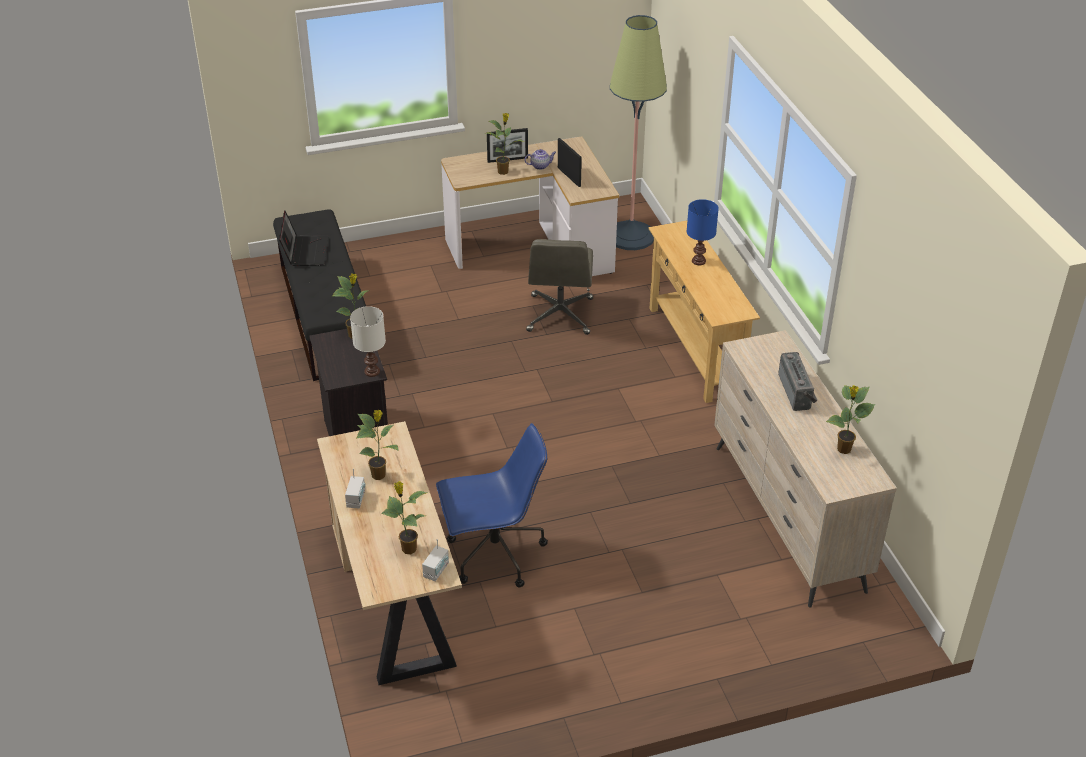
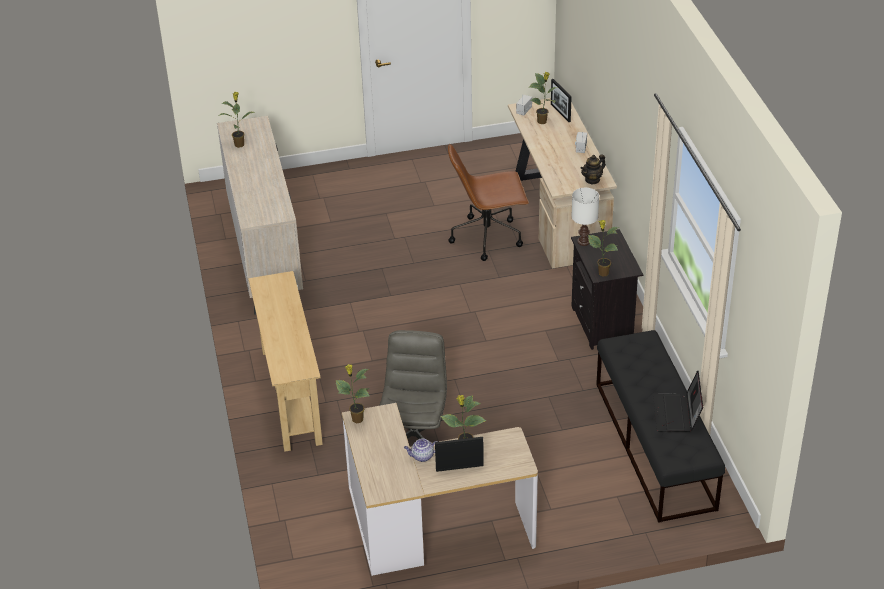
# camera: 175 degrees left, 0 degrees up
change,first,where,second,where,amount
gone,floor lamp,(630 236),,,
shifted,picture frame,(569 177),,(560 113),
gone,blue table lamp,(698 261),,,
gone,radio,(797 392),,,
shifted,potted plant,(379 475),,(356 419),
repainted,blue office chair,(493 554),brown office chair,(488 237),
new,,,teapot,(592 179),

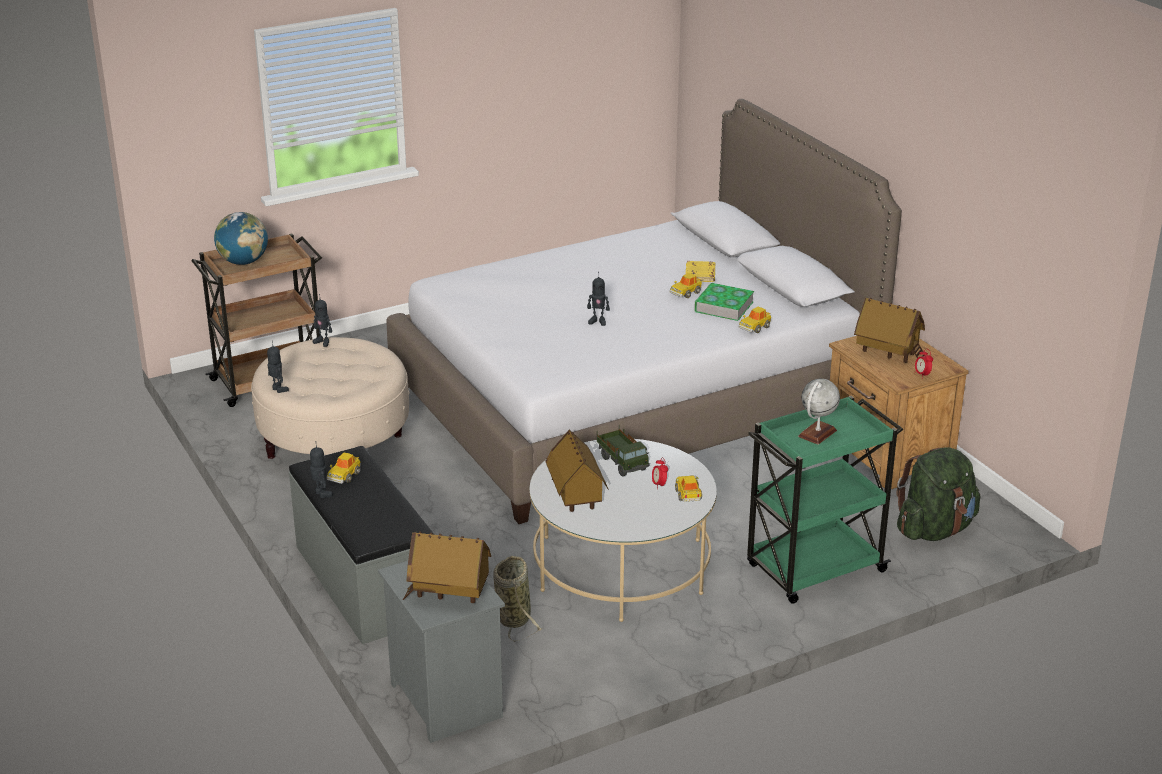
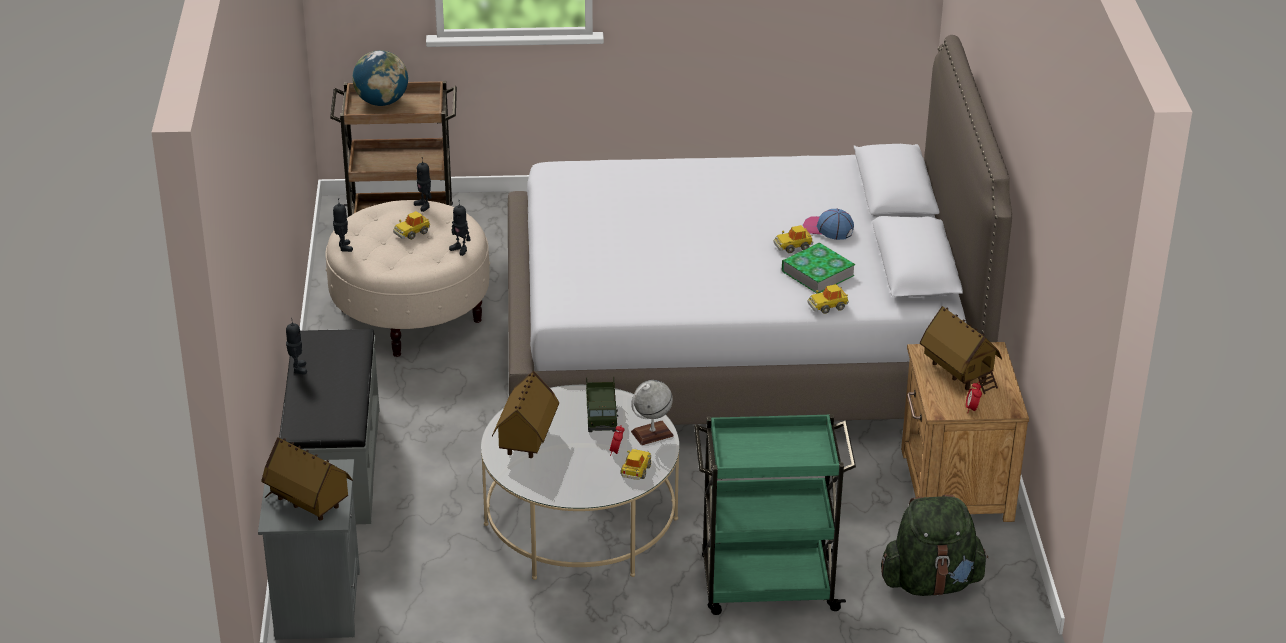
# camera: 25 degrees right, 5 degrees up
change,first,where,second,where,amount
swapped,yellow book,(701 275),cap,(828 229),
shifted,toy robot,(598 321),,(460 249),
shifted,globe,(817 433),,(652 434),
shifted,toy car,(344 475),,(412 232),
gone,basket,(513 616),,,

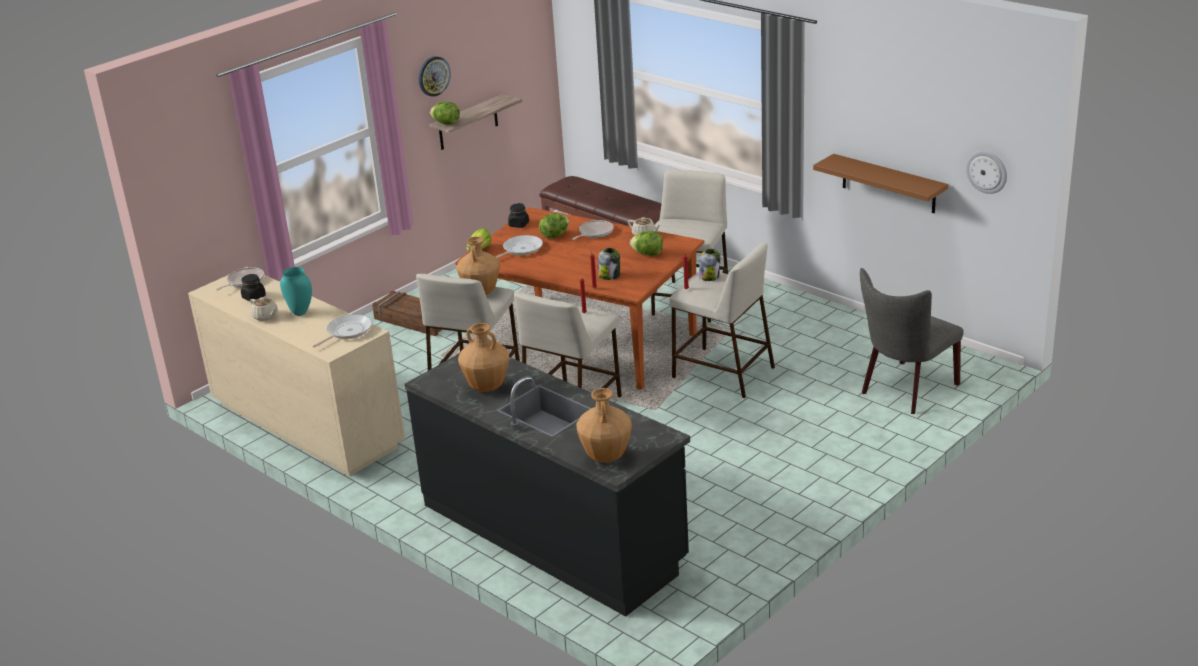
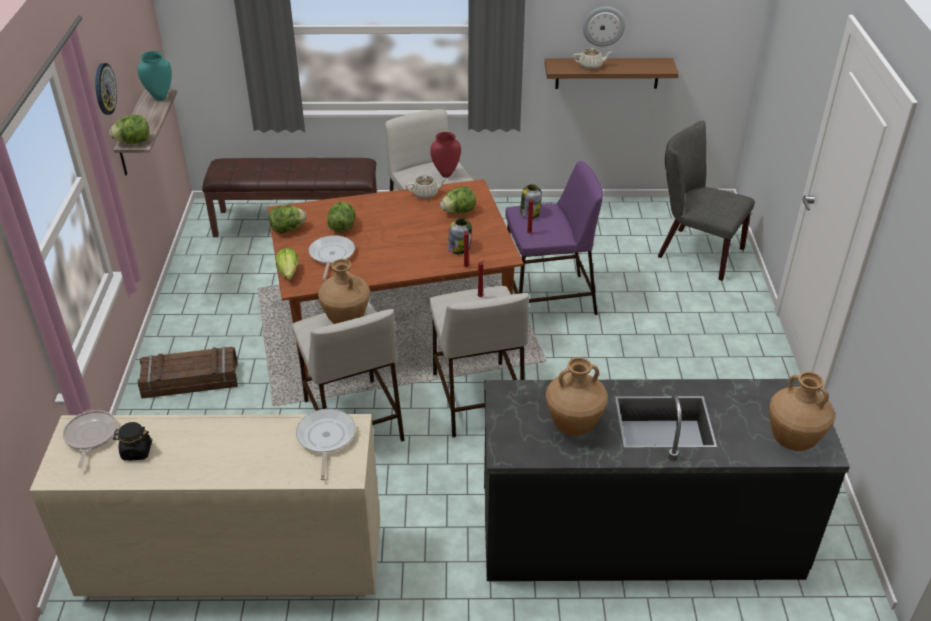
# camera: 45 degrees left, 10 degrees up
change,first,where,second,where,amount
shifted,wall clock,(987 171),,(603 26),
swapped,black jar,(519 225),lettuce,(287 229),
gone,frying pan,(594 233),,,
repainted,beige stool,(722 372),purple stool,(548 299),
shifted,turquoise vase,(301 312),,(160 97),
rotated,grey chair,(905 390),,(694 251),120 degrees clockwise
shifted,beige teapot,(265 317),,(591 66),
new,,,red vase,(446 175),

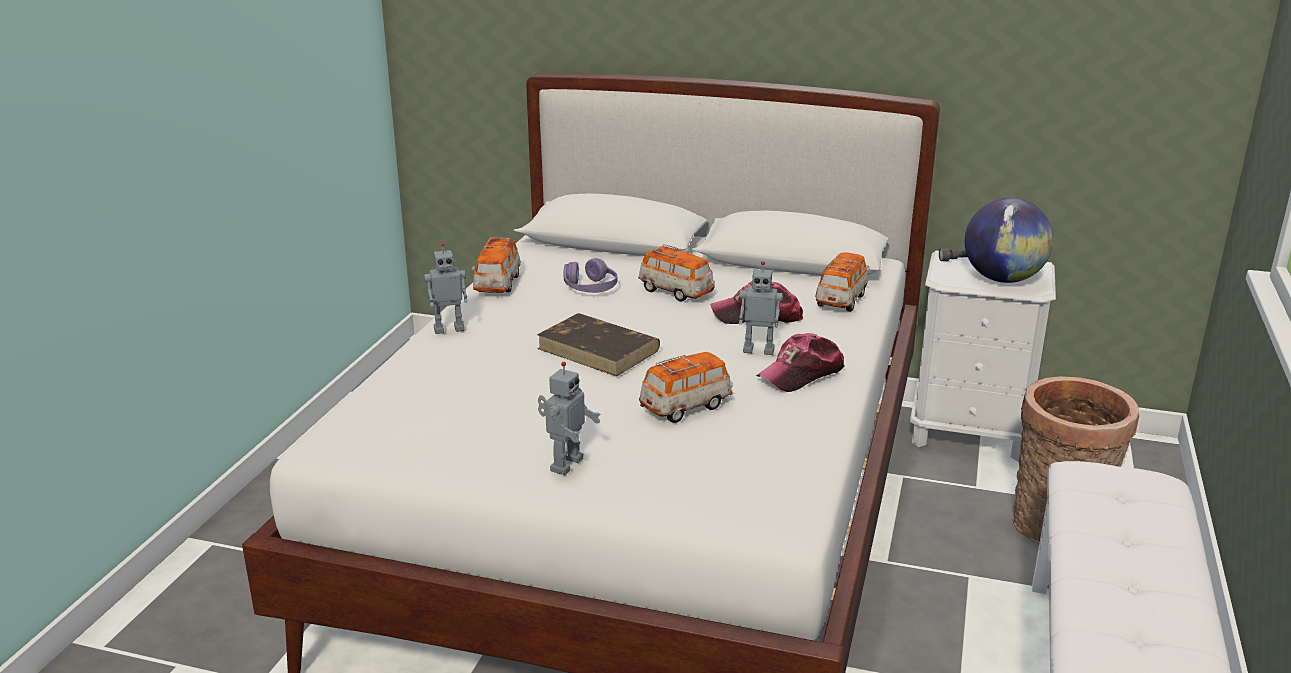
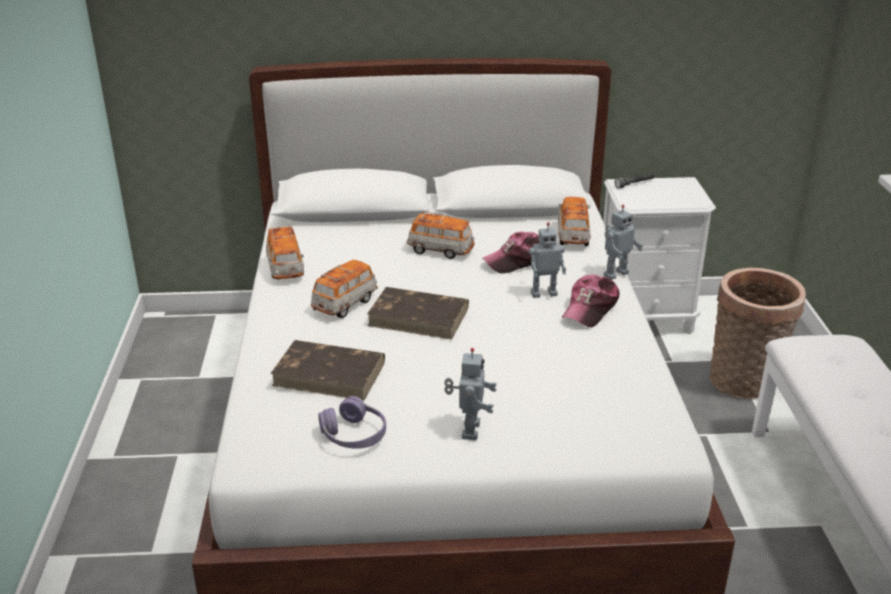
# camera: 20 degrees left, 5 degrees up
change,first,where,second,where,amount
gone,globe,(1003 279),,,
shifted,toy robot,(449 329),,(615 274),
shifted,purple headphones,(590 288),,(354 435),
shifted,toy car,(686 407),,(345 304),
new,,,brown book,(330 374),

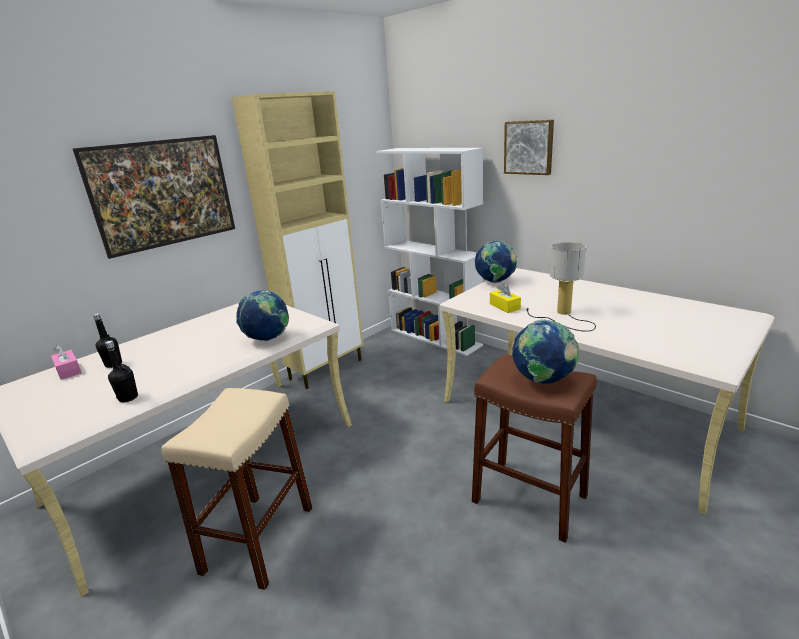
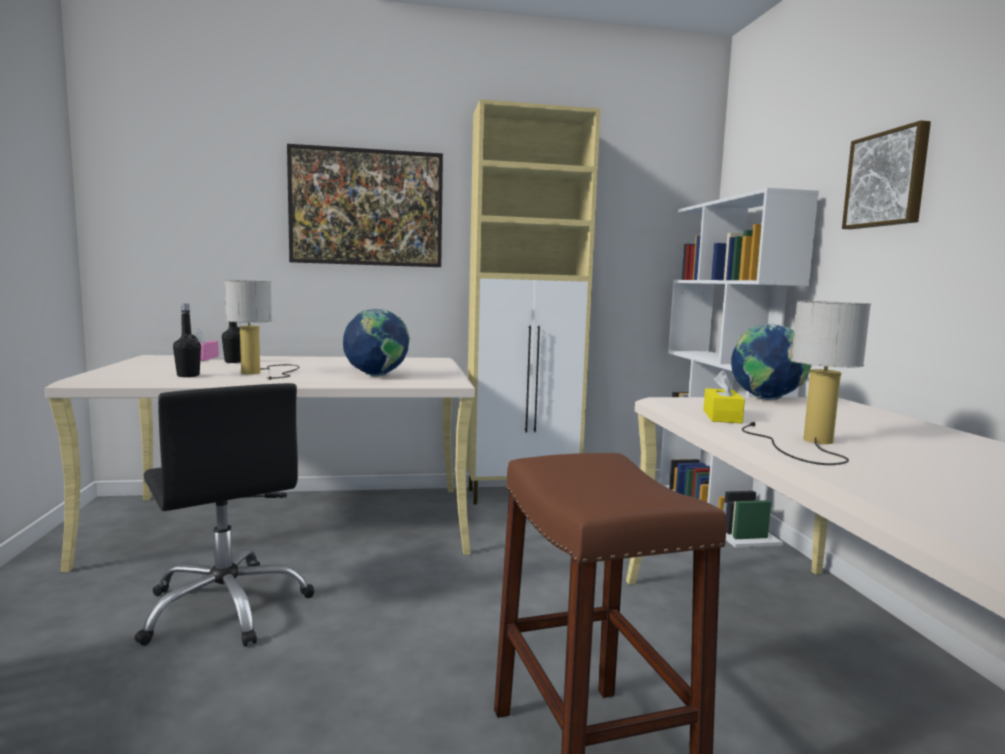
# camera: 35 degrees right, 15 degrees down
change,first,where,second,where,amount
gone,globe,(543 381),,,
swapped,beige stool,(258 539),black office chair,(226 607),
new,,,table lamp,(263 372),

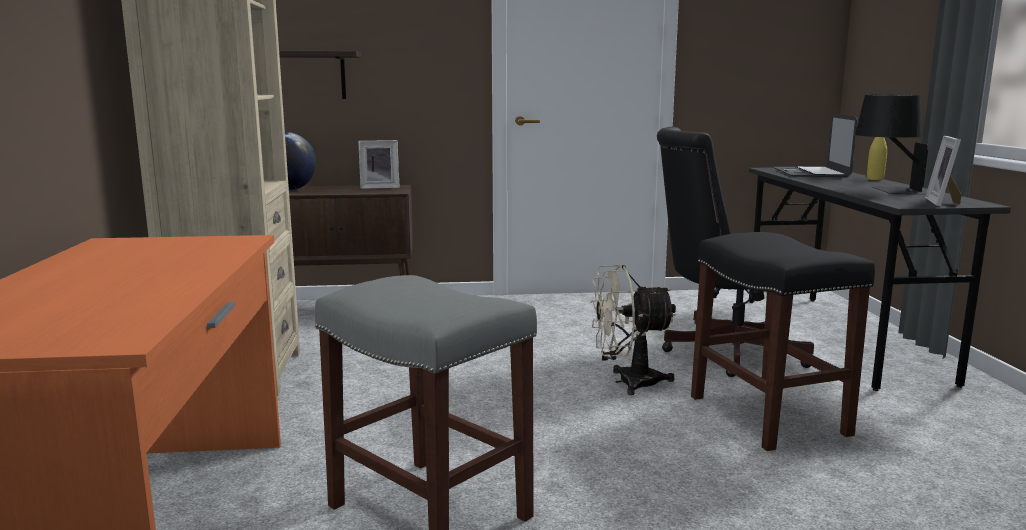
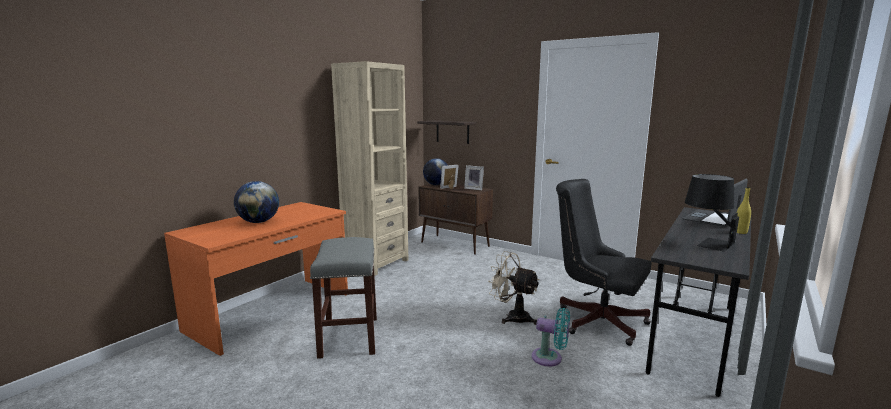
# camera: 40 degrees right, 0 degrees up
change,first,where,second,where,amount
shifted,picture frame,(943 202),,(450 188),
swapped,black stool,(765 414),turquoise fan,(550 358),
new,,,globe,(258 222),

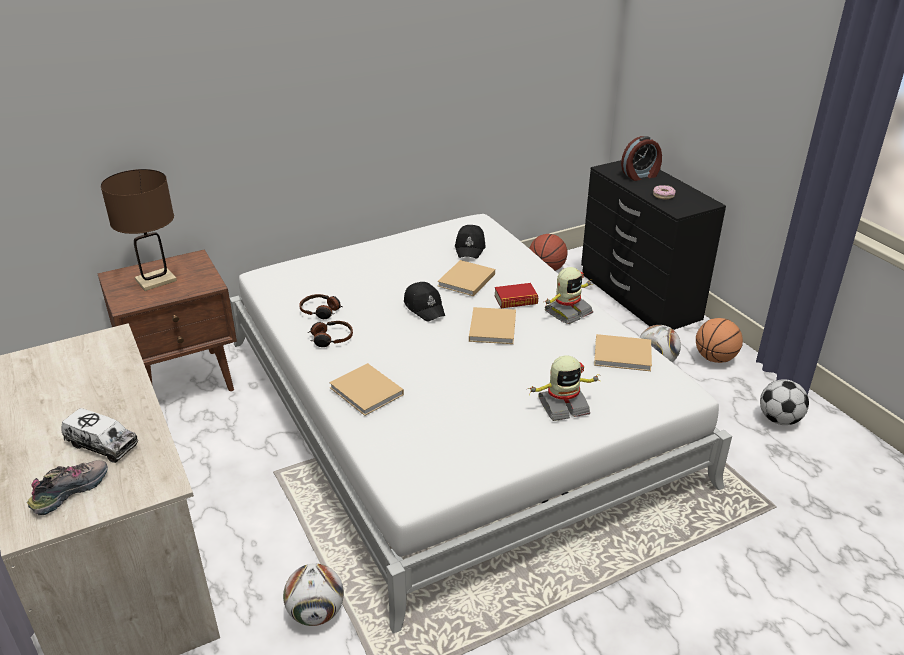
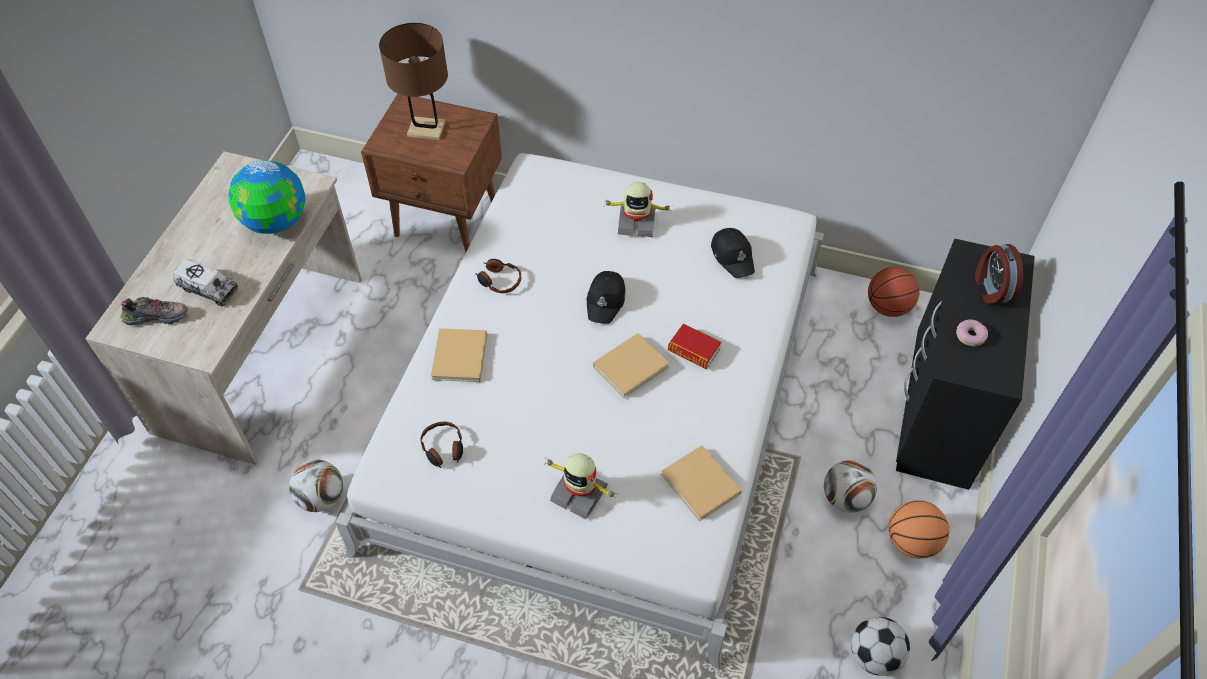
# camera: 45 degrees right, 20 degrees up
change,first,where,second,where,amount
rotated,alarm clock,(640 175),,(991 288),60 degrees clockwise
rotated,black cap,(470 248),,(733 256),75 degrees counterclockwise
gone,beige book,(465 281),,,
shifted,toy robot,(567 312),,(636 222),
shifted,headphones,(321 311),,(443 448),
rotated,toy truck,(102 445),,(208 289),45 degrees counterclockwise
new,,,globe,(276 222),

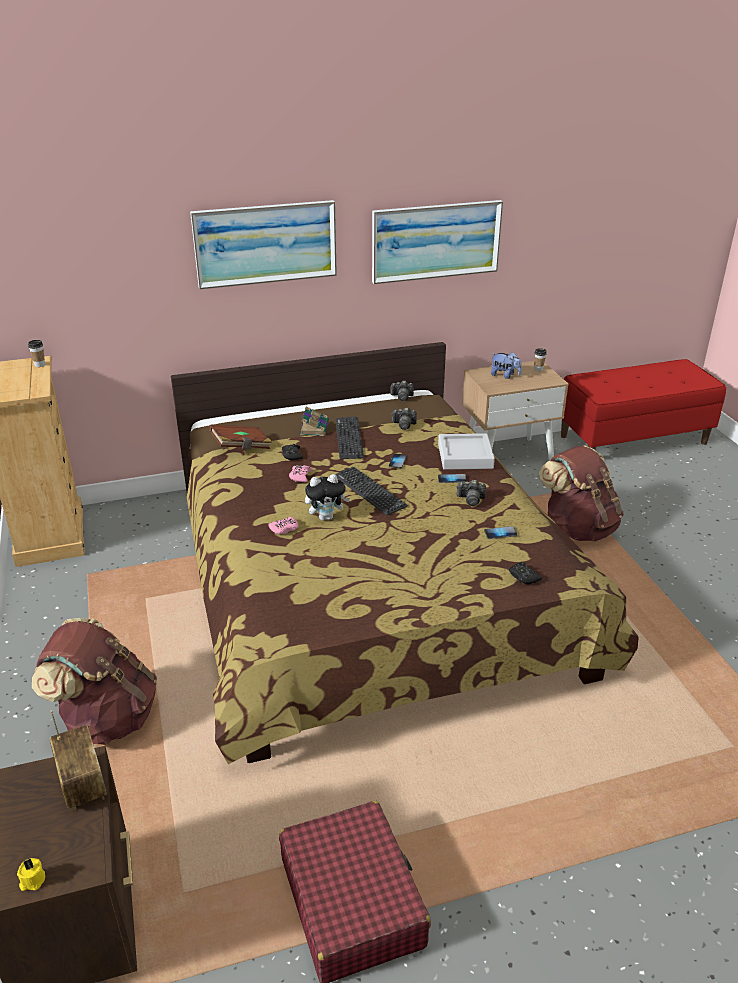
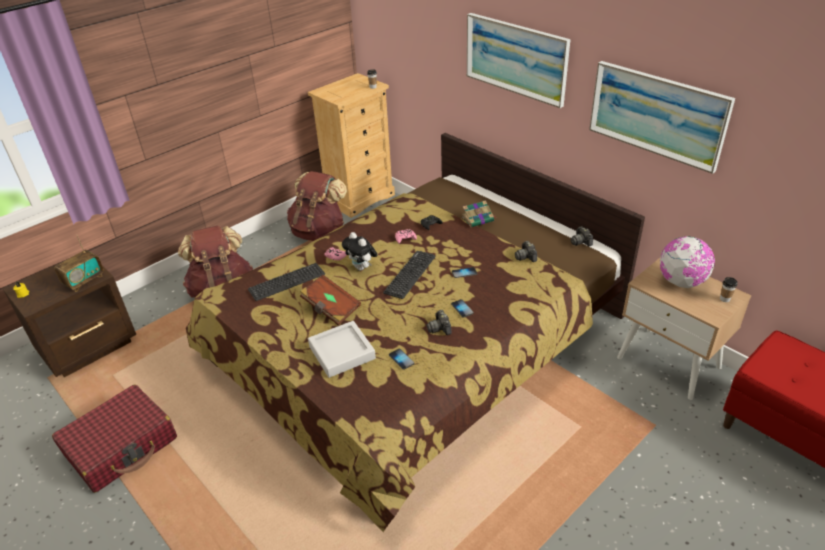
# camera: 65 degrees right, 5 degrees up
change,first,where,second,where,amount
swapped,plush toy,(505 375),globe,(681 282),
shifted,keyboard,(349 438),,(287 282),
shifted,brown book,(241 447),,(331 308),
shifted,grey tray,(465 456),,(342 352),
shifted,brown backpack,(577 528),,(319 231),
gone,black game controller,(523 577),,,

